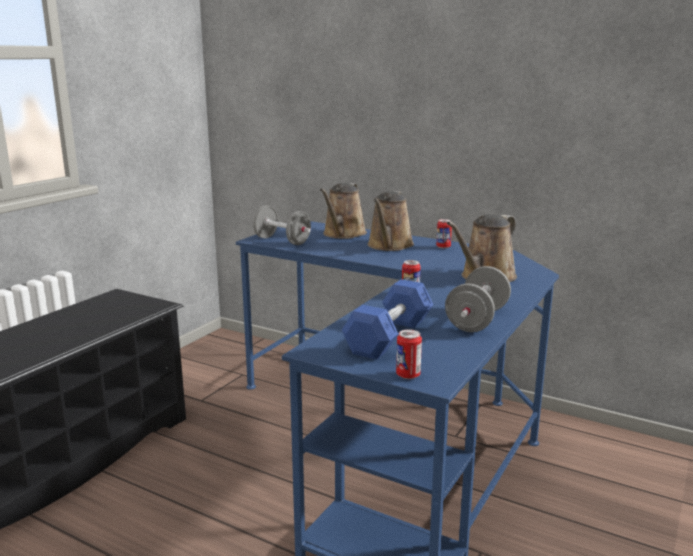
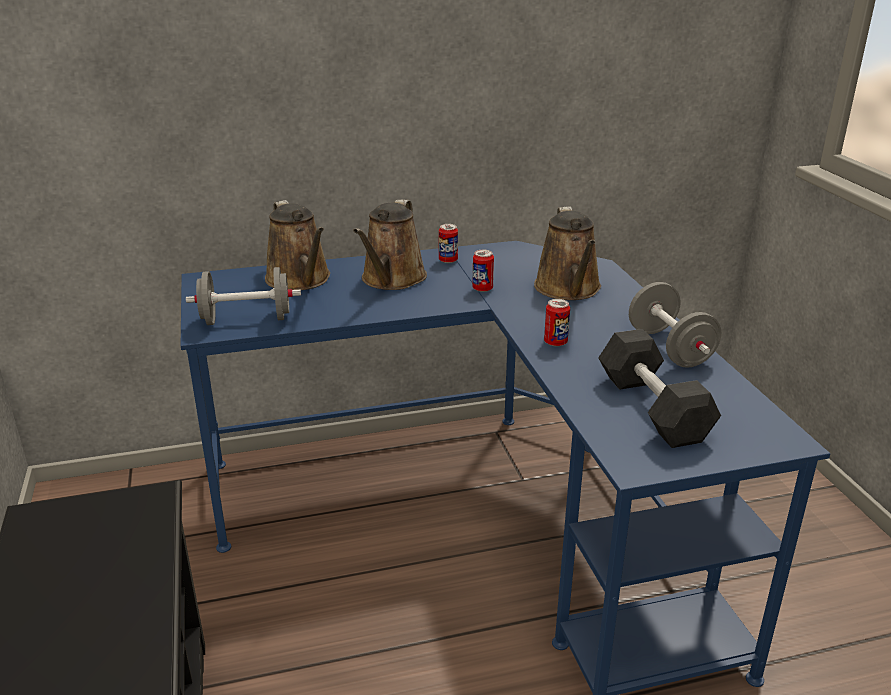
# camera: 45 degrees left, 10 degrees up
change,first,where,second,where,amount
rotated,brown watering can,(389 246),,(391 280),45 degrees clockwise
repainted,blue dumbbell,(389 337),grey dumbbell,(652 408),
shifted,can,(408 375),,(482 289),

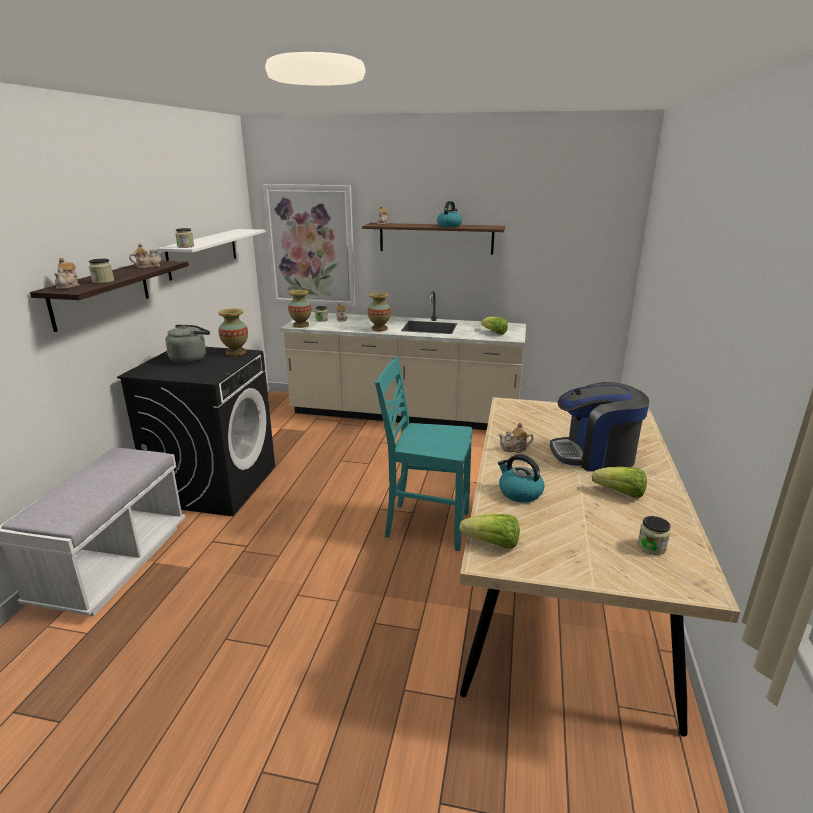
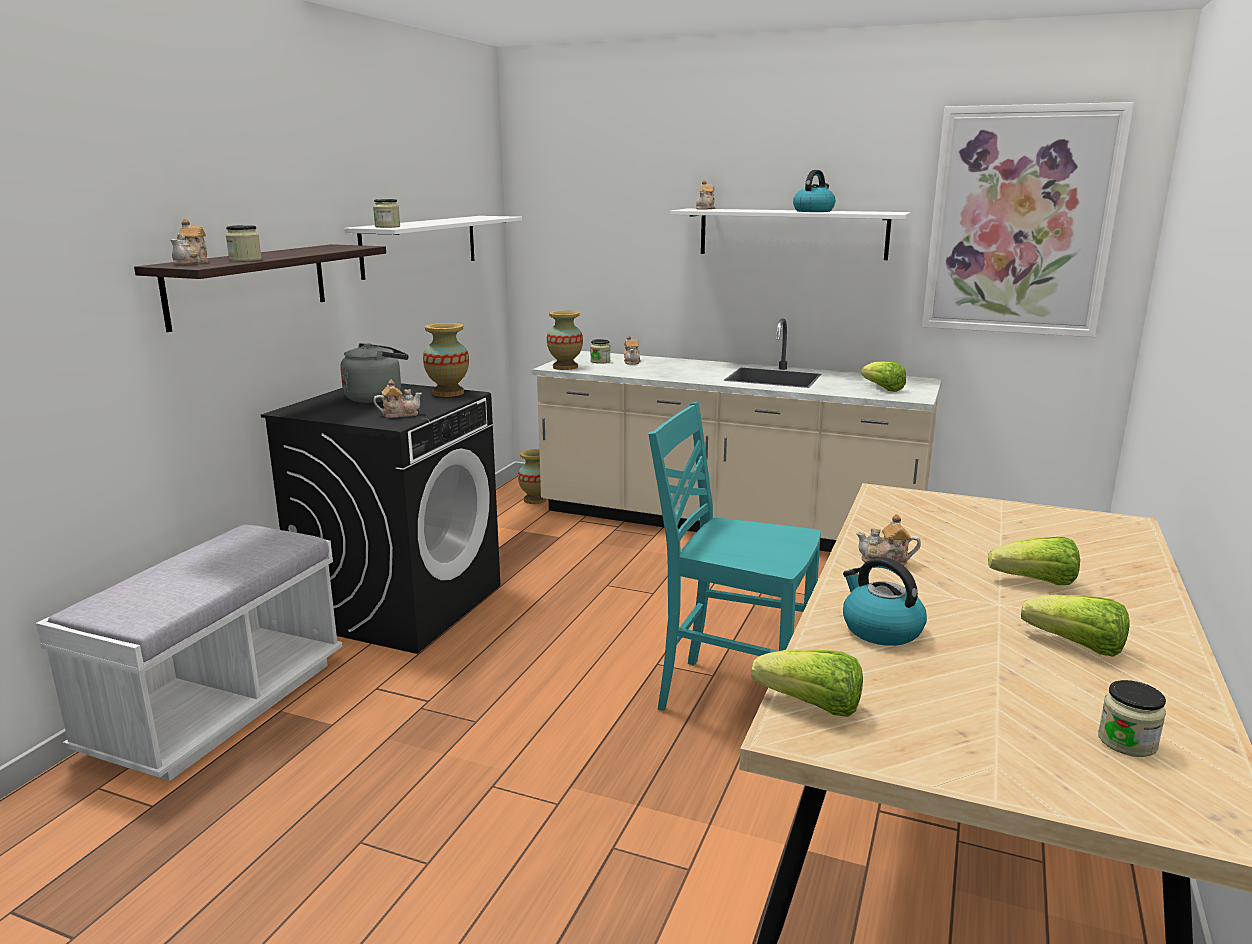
# camera: 10 degrees right, 5 degrees down
change,first,where,second,where,amount
shifted,picture,(311 246),,(1020 222),
repainted,brown shelf,(436 238),white shelf,(792 233),
shifted,teapot,(147 266),,(399 414),
shifted,vase,(379 329),,(535 500),
swapped,coffee machine,(594 455),lettuce,(1035 582),

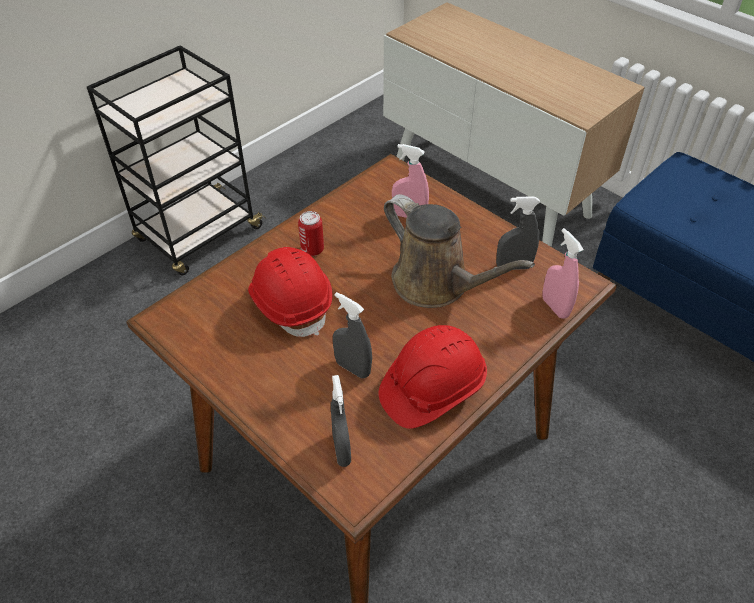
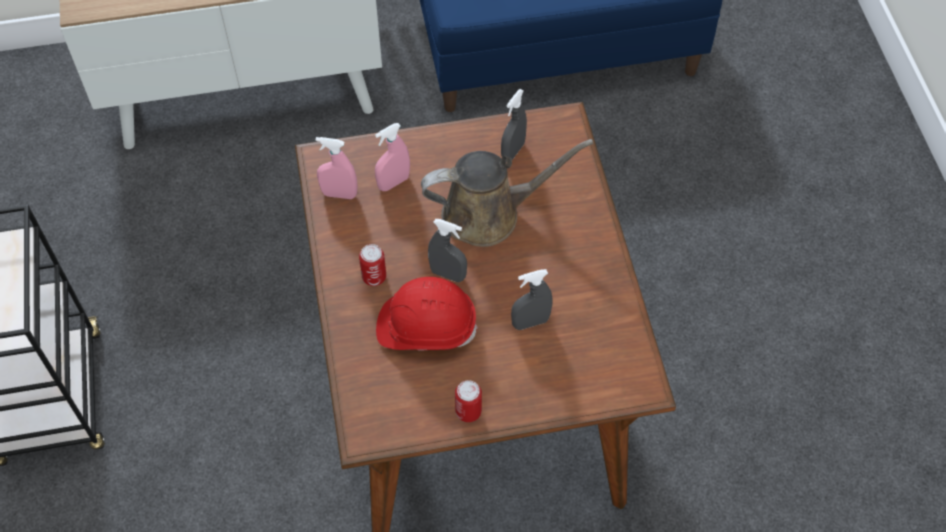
# camera: 55 degrees left, 10 degrees up
change,first,where,second,where,amount
shifted,pink spray bottle,(555 307),,(339 194),
gone,red hard hat,(431 389),,,
shifted,grey spray bottle,(341 450),,(448 274),
new,,,can,(468 411),

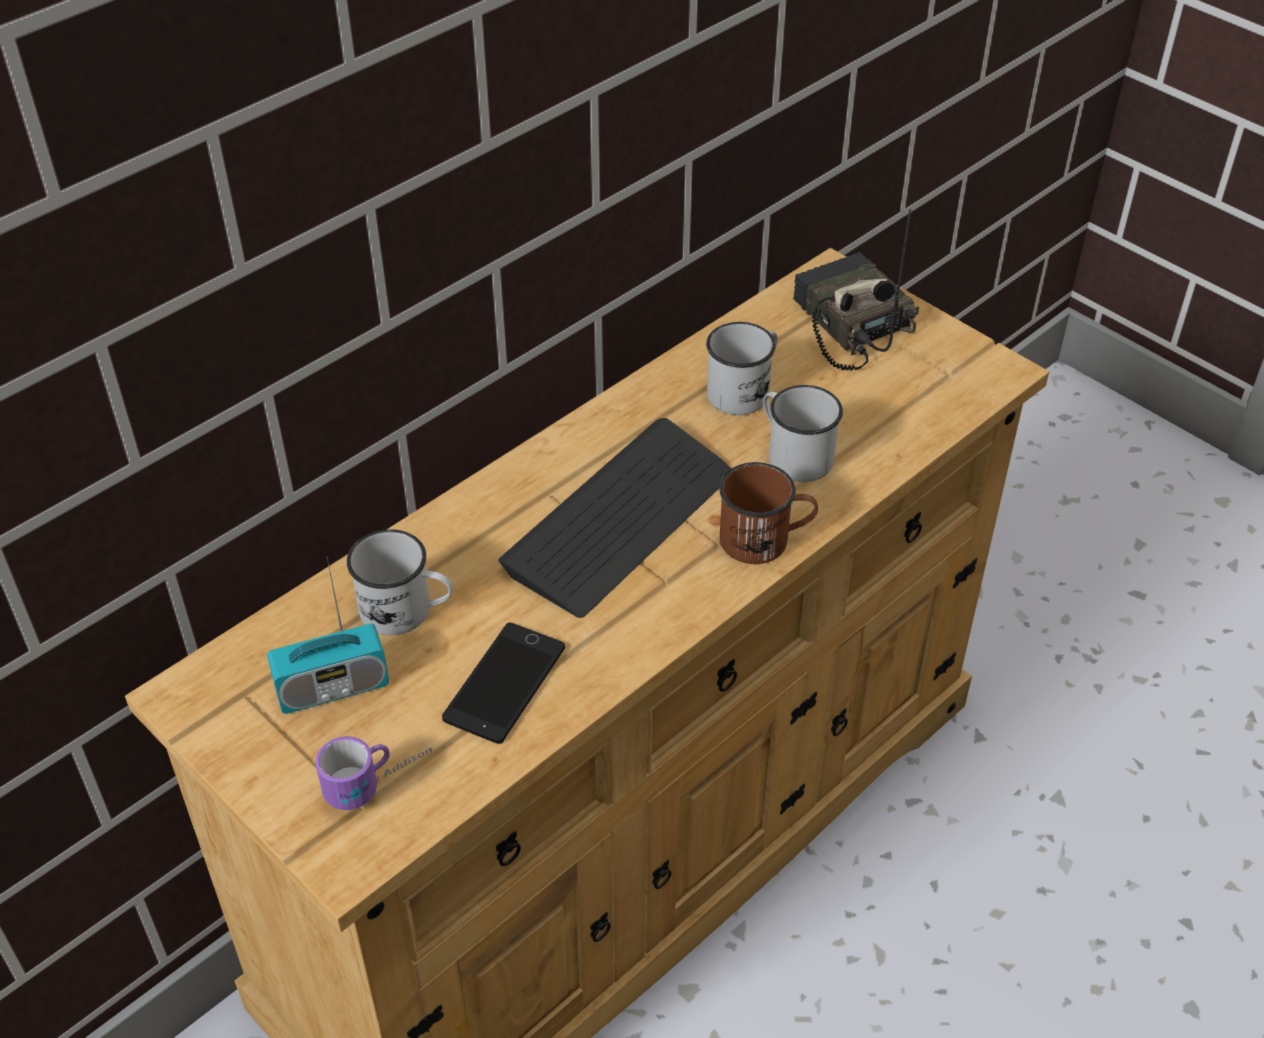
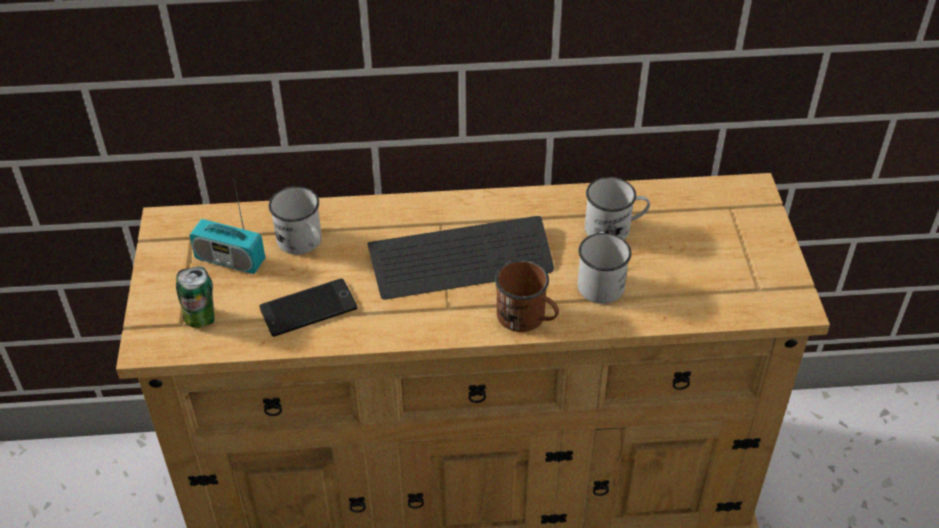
# camera: 40 degrees right, 0 degrees up
change,first,where,second,where,amount
gone,radio,(848 323),,,
swapped,mug,(381 782),can,(201 319),

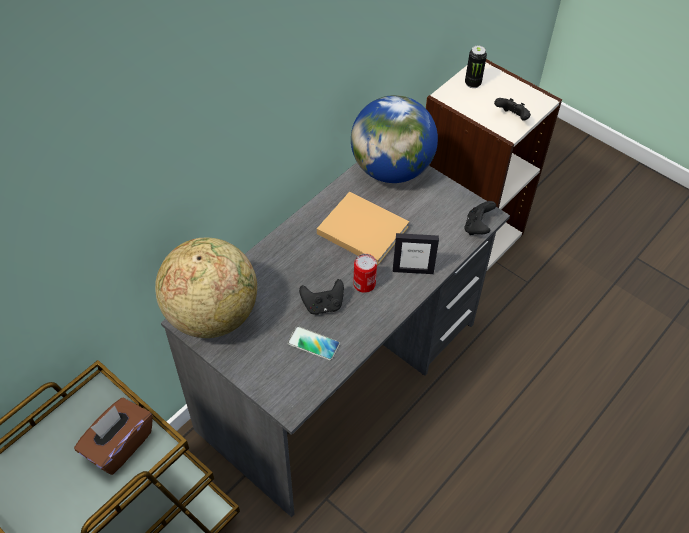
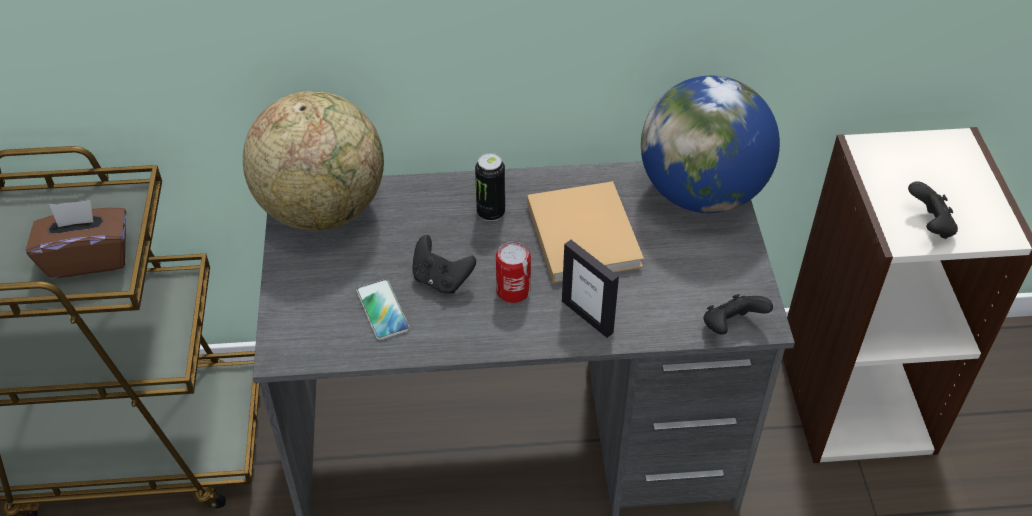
# camera: 45 degrees right, 5 degrees down
change,first,where,second,where,amount
shifted,can,(472 83),,(491 213),

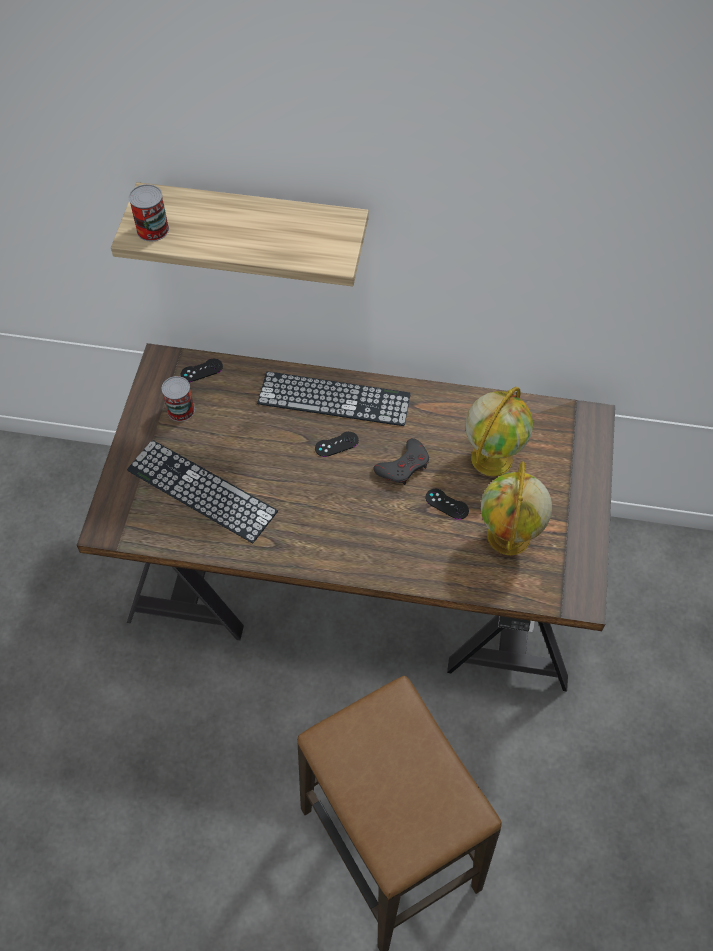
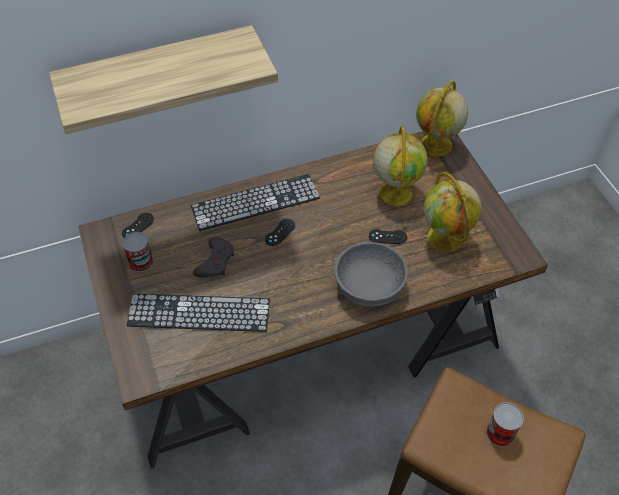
# camera: 30 degrees left, 5 degrees down
change,first,where,second,where,amount
shifted,can,(152 229),,(500 433),
shifted,grey game controller,(404 466),,(215 261),
new,,,globe,(436 145),
new,,,grey bowl,(370 286),

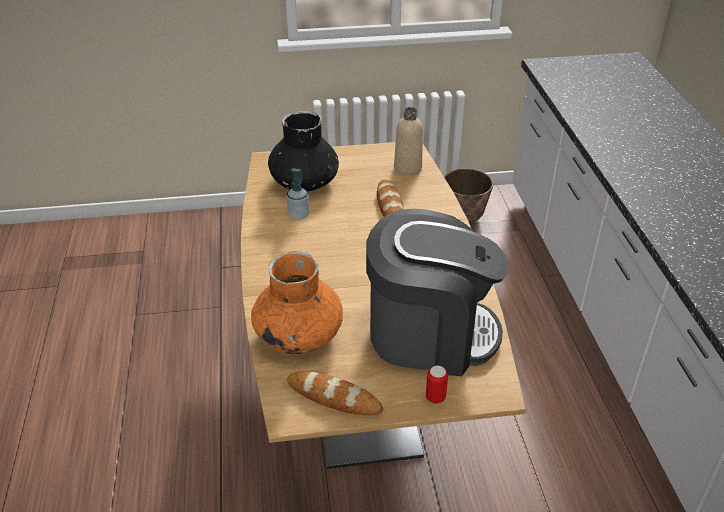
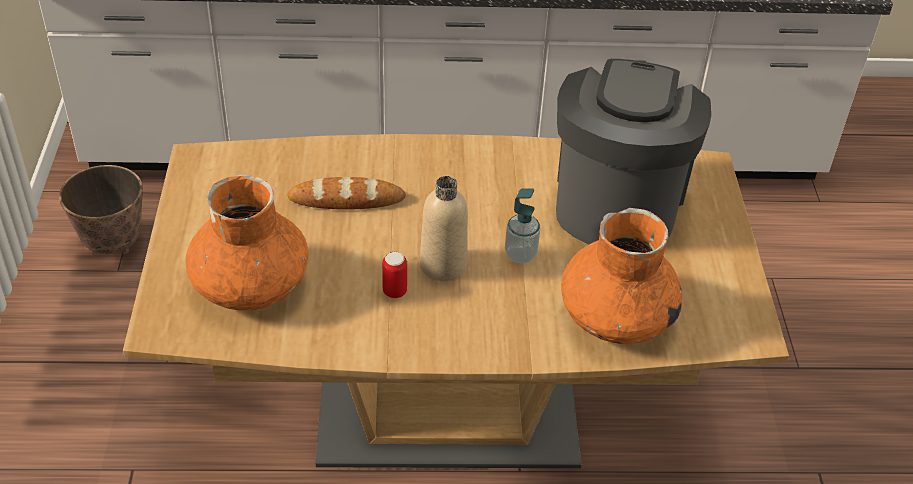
# camera: 85 degrees left, 5 degrees up
change,first,where,second,where,amount
shifted,beige bottle,(407 168),,(443 265),
repainted,black vase,(304 182),orange vase,(251 286),
shifted,soap dispenser,(298 215),,(520 254),
shifted,can,(435 398),,(394 291),
gone,bread,(334 397),,,

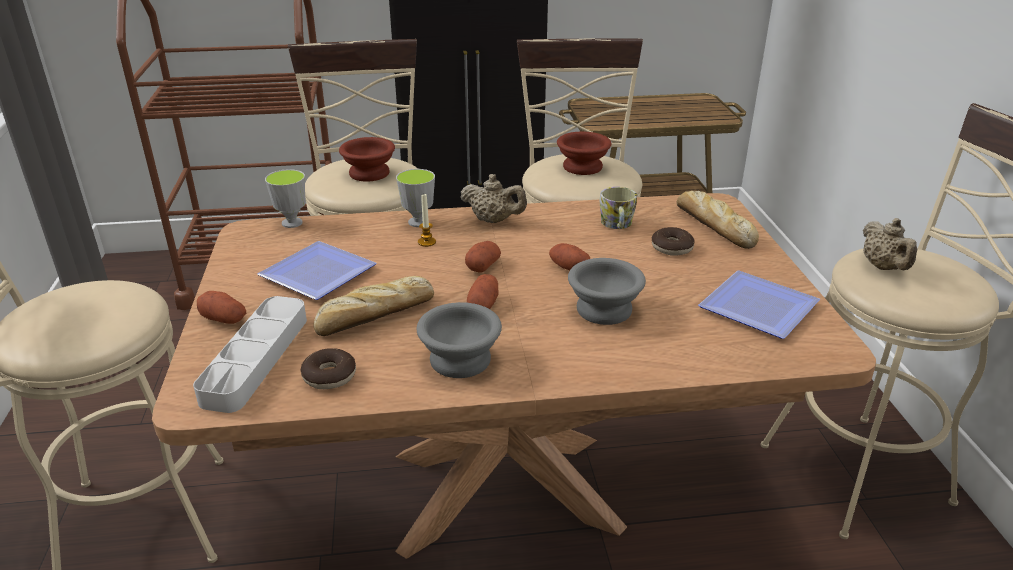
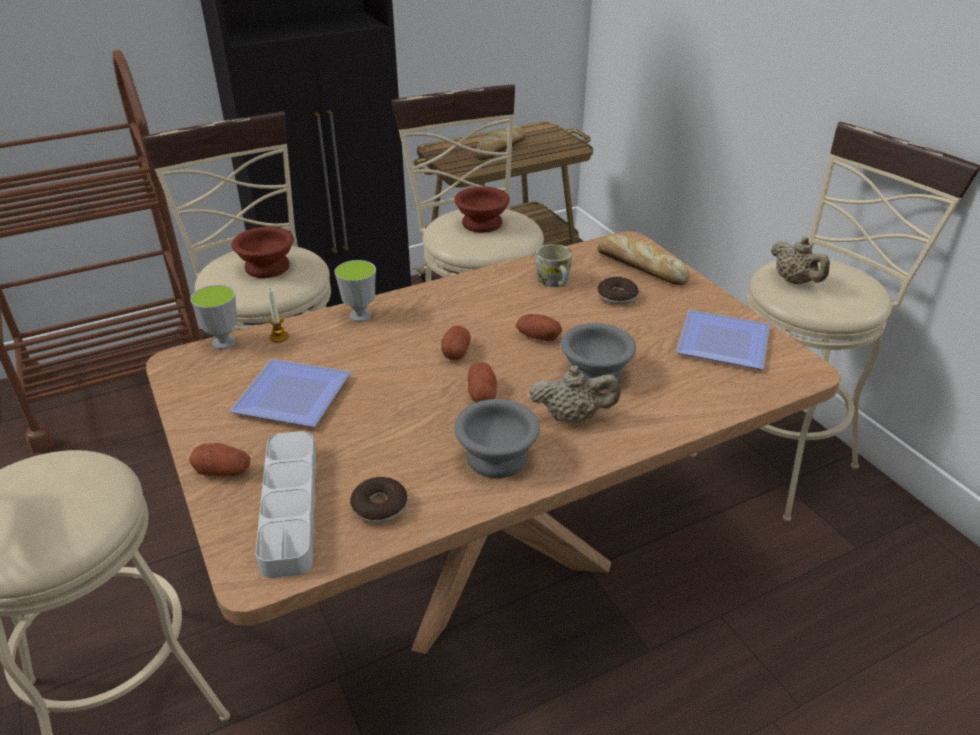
# camera: 20 degrees left, 5 degrees up
change,first,where,second,where,amount
shifted,beige teapot,(493 220),,(572 417),
shifted,candle,(426 242),,(279 337),
shifted,bread,(374 316),,(500 149),

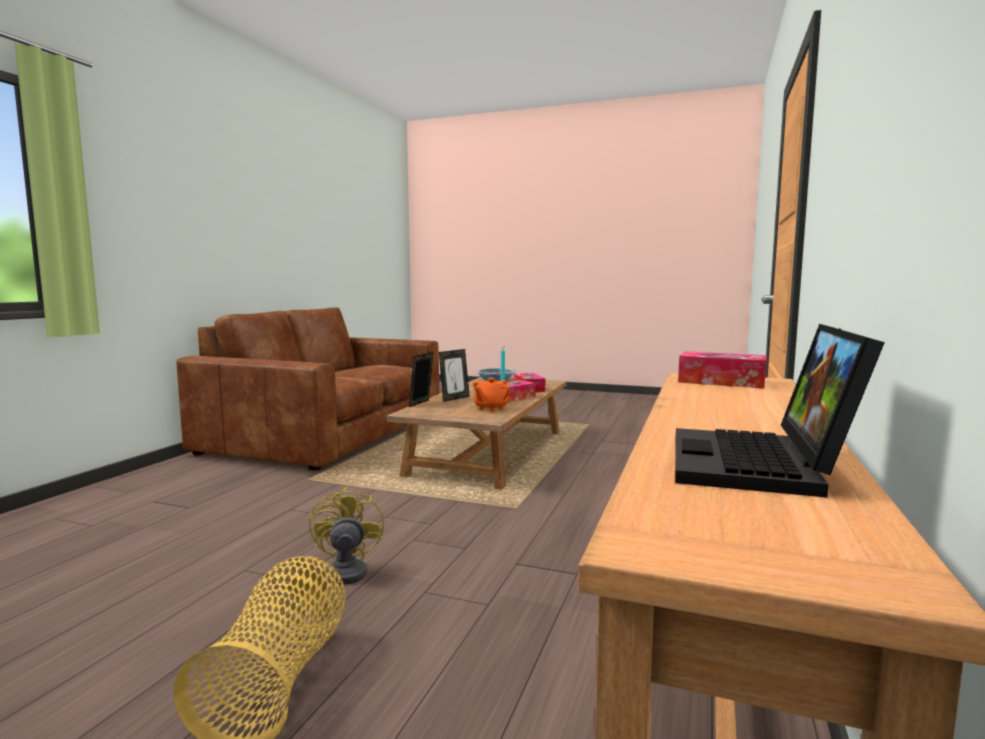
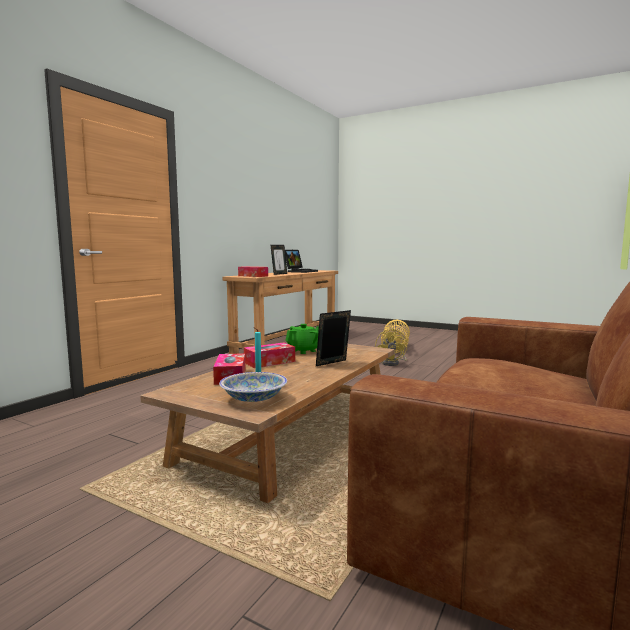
# camera: 170 degrees left, 0 degrees up
change,first,where,second,where,amount
shifted,picture frame,(421 404),,(279 274),
repainted,orange teapot,(491 408),green teapot,(304 351),

